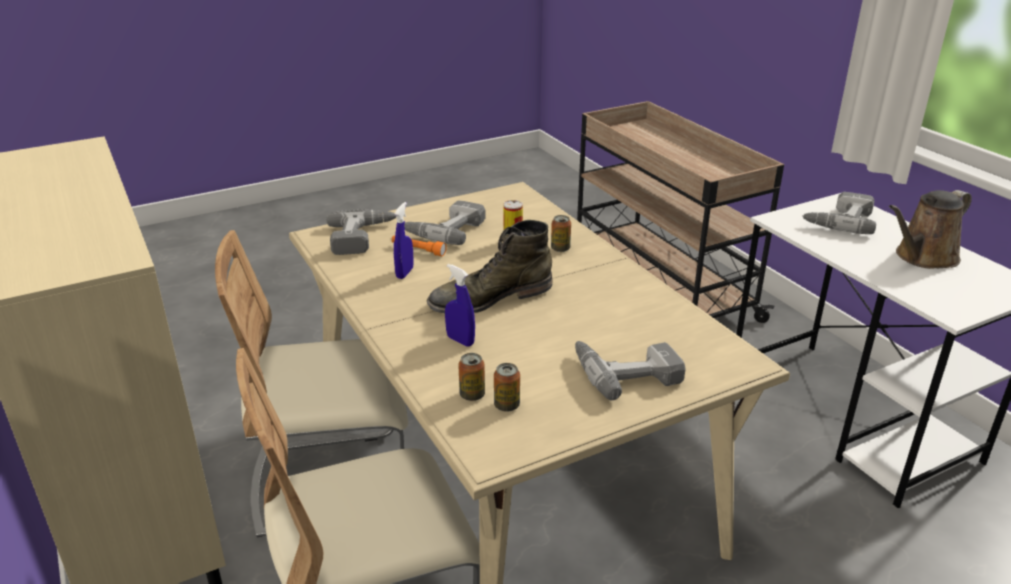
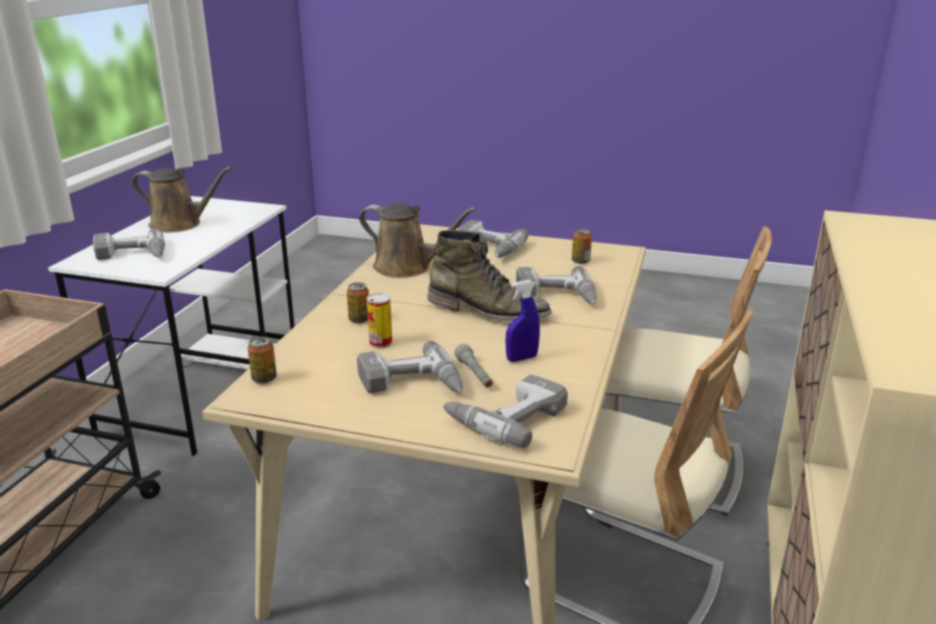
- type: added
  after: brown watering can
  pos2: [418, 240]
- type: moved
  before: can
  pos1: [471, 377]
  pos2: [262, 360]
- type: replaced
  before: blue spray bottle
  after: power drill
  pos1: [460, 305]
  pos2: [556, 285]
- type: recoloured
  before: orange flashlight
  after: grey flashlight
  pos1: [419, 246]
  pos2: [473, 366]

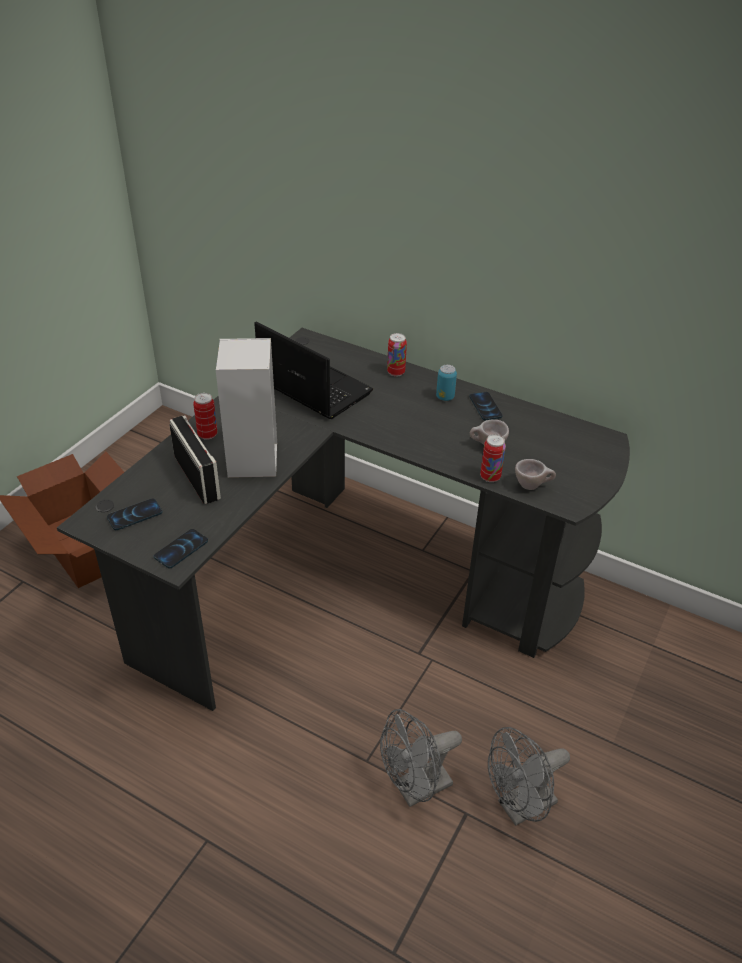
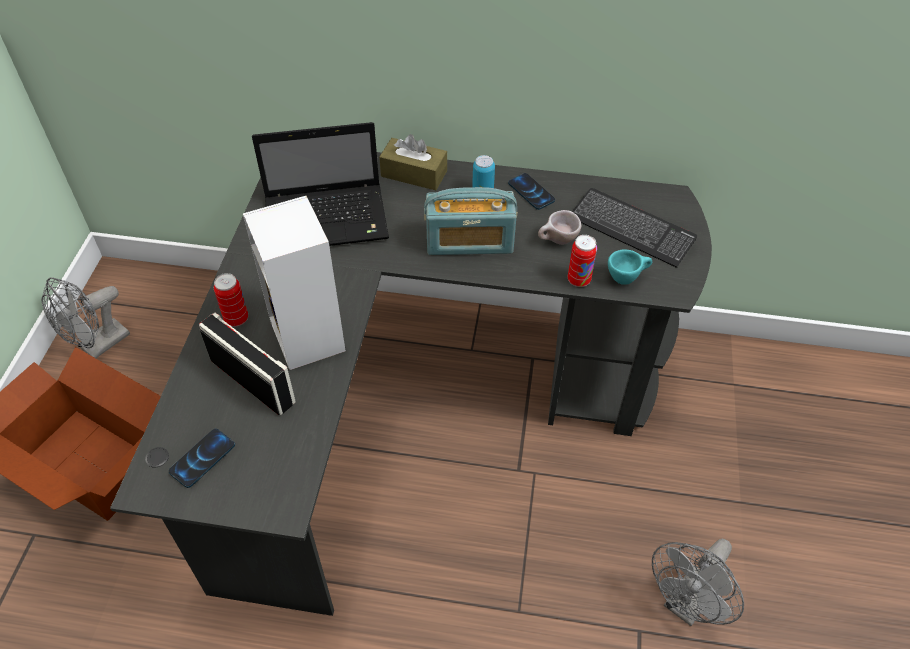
- type: removed
  before: phone
  pos1: [181, 549]
- type: added
  after: radio
  pos2: [470, 221]
- type: added
  after: keyboard
  pos2: [634, 228]
- type: moved
  before: grey fan
  pos1: [421, 758]
  pos2: [85, 317]
- type: replaced
  before: can
  after: brown tissue box
  pos1: [397, 355]
  pos2: [413, 162]
- type: recoloured
  before: beige cup
  after: turquoise cup
  pos1: [535, 474]
  pos2: [630, 267]
- type: turned
  before: laptop
  pos1: [313, 370]
  pos2: [320, 184]
  turn: 150

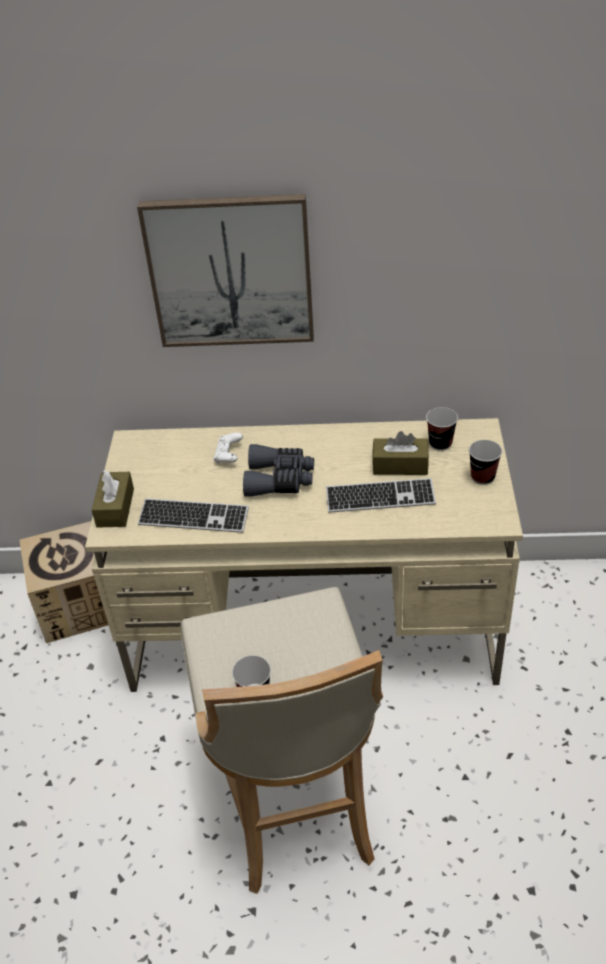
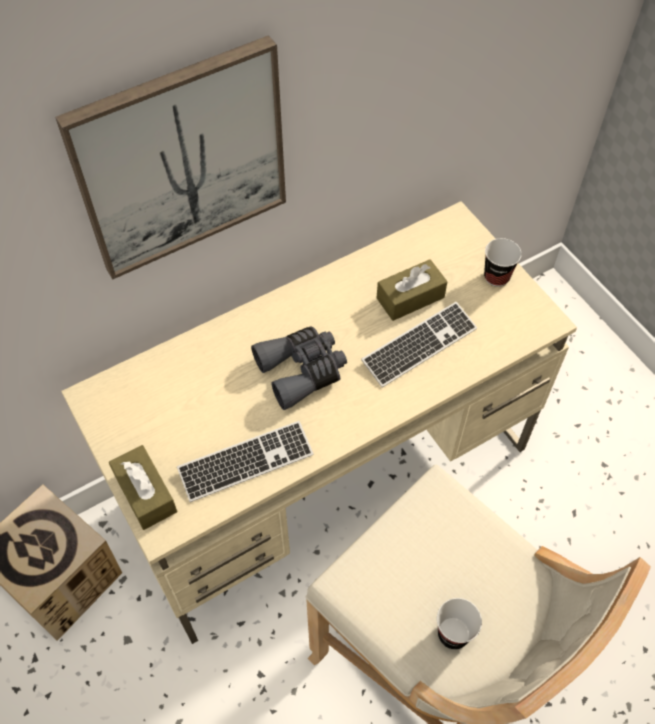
- type: removed
  before: white game controller
  pos1: [228, 448]
- type: removed
  before: cup
  pos1: [442, 429]

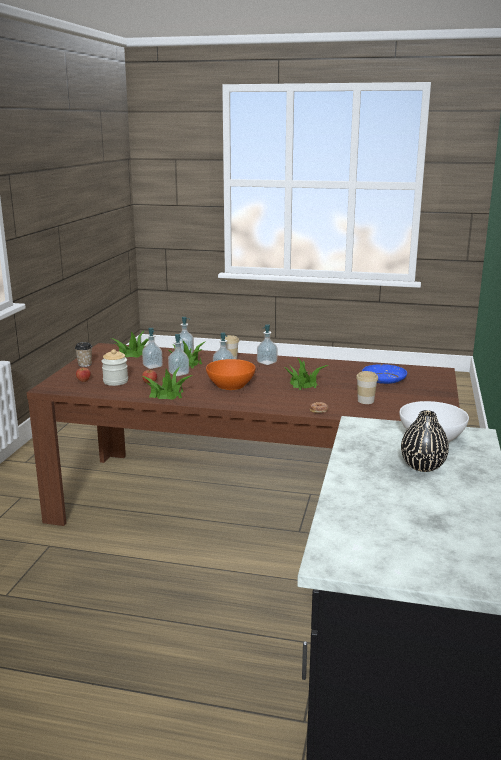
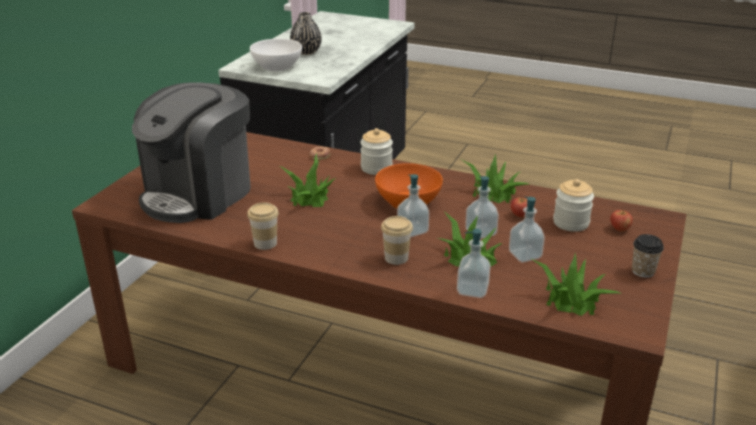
- type: removed
  before: soap dispenser
  pos1: [267, 344]
- type: added
  after: jar
  pos2: [376, 151]
- type: moved
  before: cup
  pos1: [367, 387]
  pos2: [263, 226]
- type: replaced
  before: blue plate
  after: coffee machine
  pos1: [384, 374]
  pos2: [191, 152]

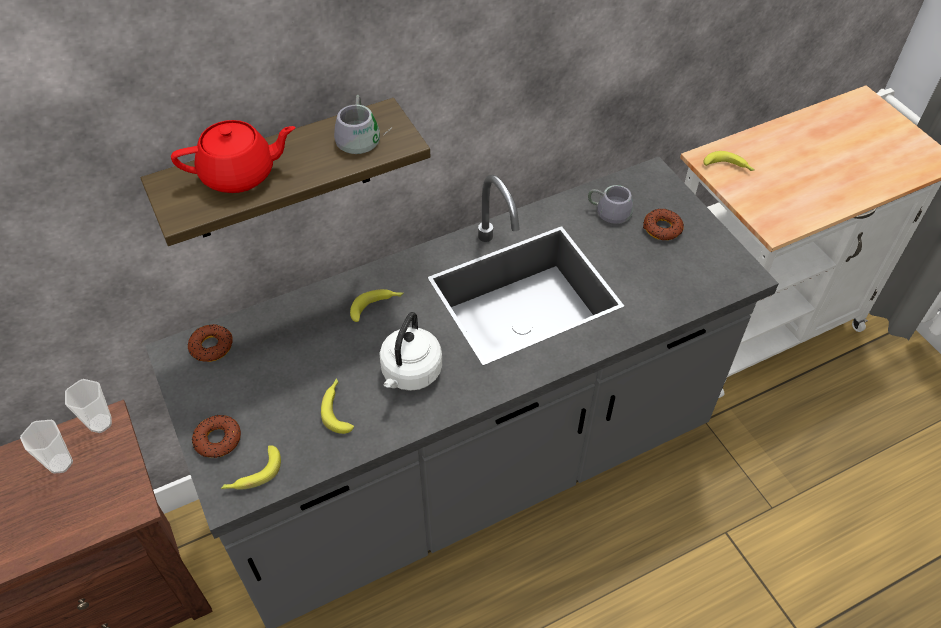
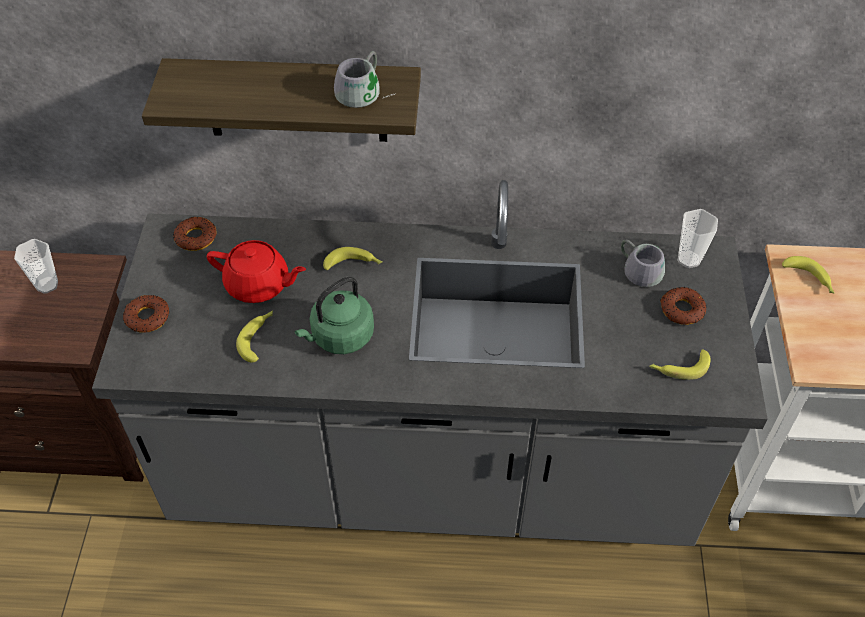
- type: moved
  before: cup
  pos1: [88, 406]
  pos2: [698, 238]
- type: moved
  before: red teapot
  pos1: [233, 156]
  pos2: [256, 271]
- type: moved
  before: banana
  pos1: [251, 467]
  pos2: [680, 364]
- type: recoloured
  before: white kettle
  after: green kettle
  pos1: [410, 351]
  pos2: [334, 315]

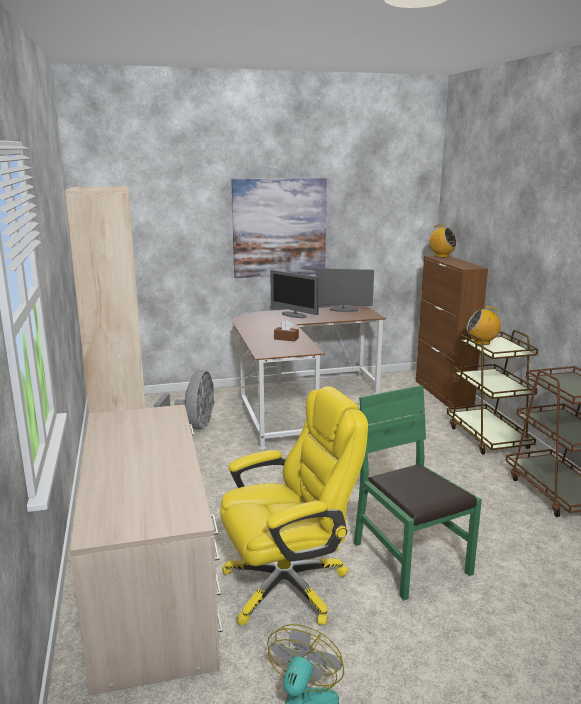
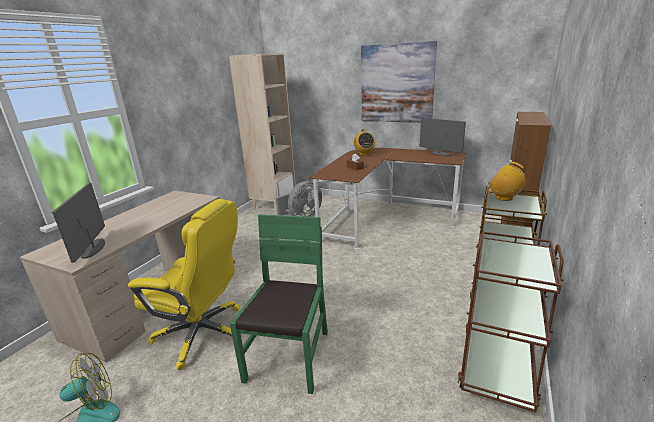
- type: moved
  before: monitor
  pos1: [294, 294]
  pos2: [78, 223]
- type: moved
  before: radio
  pos1: [442, 240]
  pos2: [364, 142]

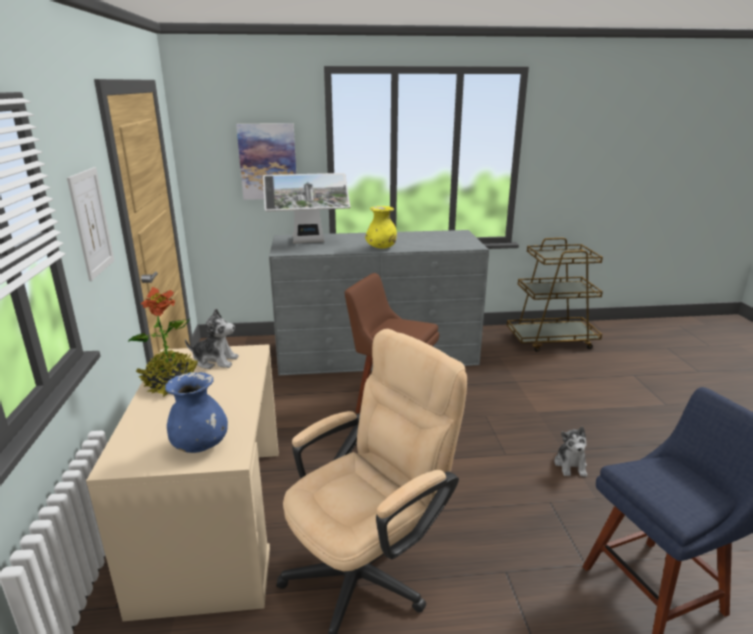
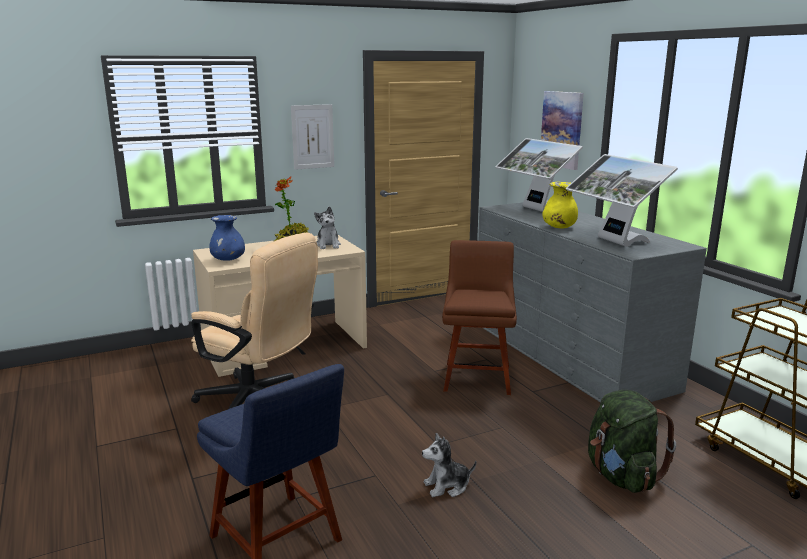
- type: added
  after: monitor
  pos2: [622, 200]
- type: added
  after: green backpack
  pos2: [632, 441]

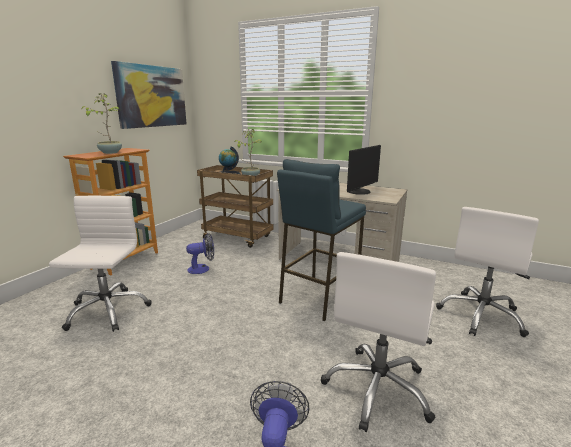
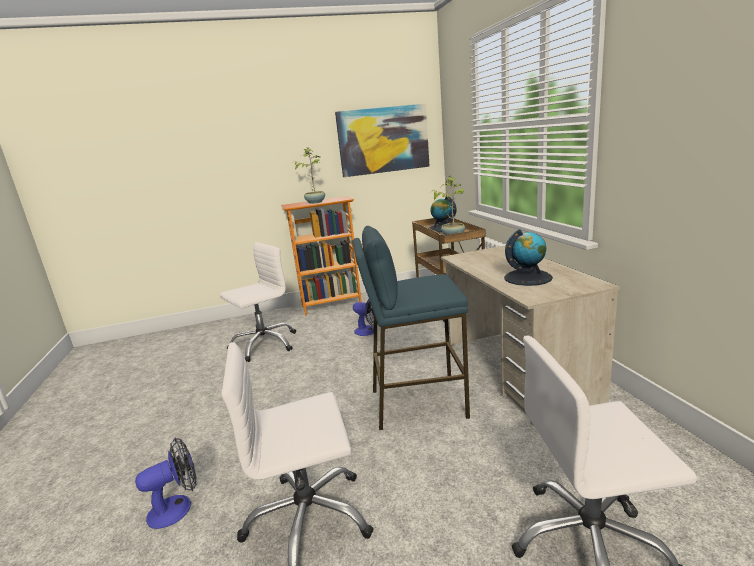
- type: replaced
  before: monitor
  after: globe
  pos1: [364, 170]
  pos2: [528, 257]

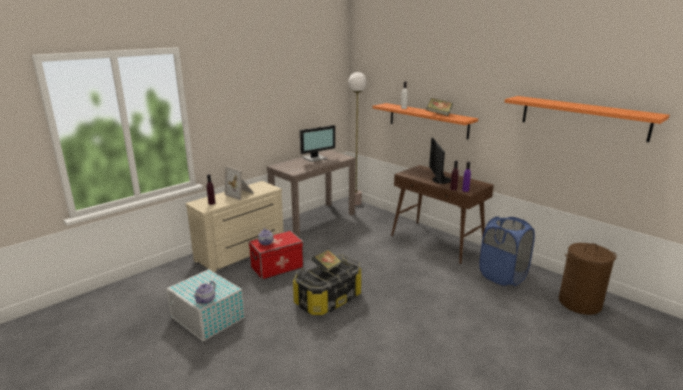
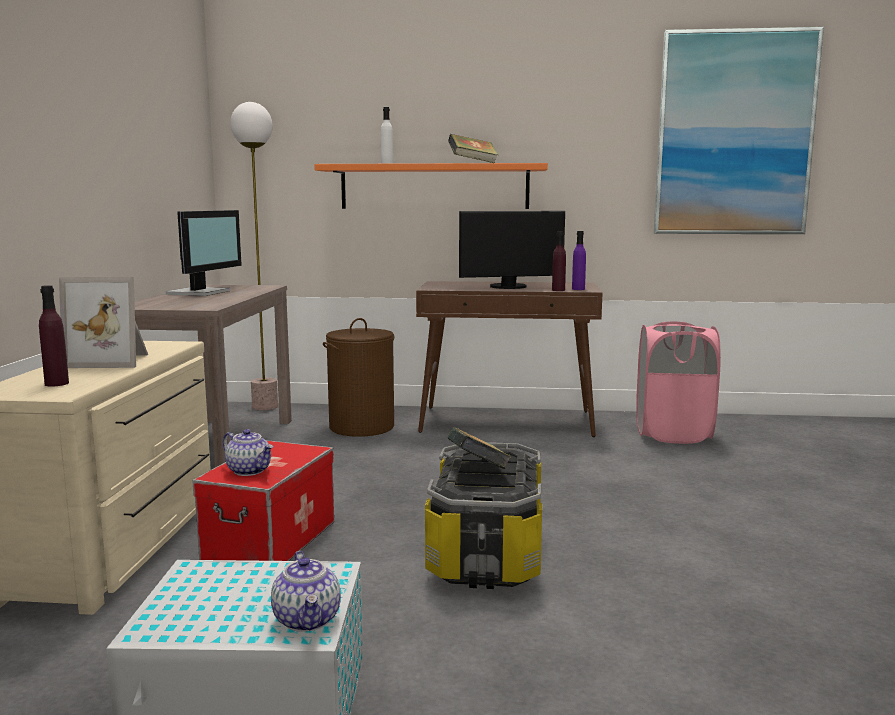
- type: moved
  before: brown laundry basket
  pos1: [588, 279]
  pos2: [358, 377]
- type: replaced
  before: orange shelf
  after: picture
  pos1: [587, 119]
  pos2: [739, 130]
- type: recoloured
  before: blue laundry basket
  after: pink laundry basket
  pos1: [507, 251]
  pos2: [678, 382]
- type: turned
  before: monitor
  pos1: [440, 160]
  pos2: [512, 250]
  turn: -60

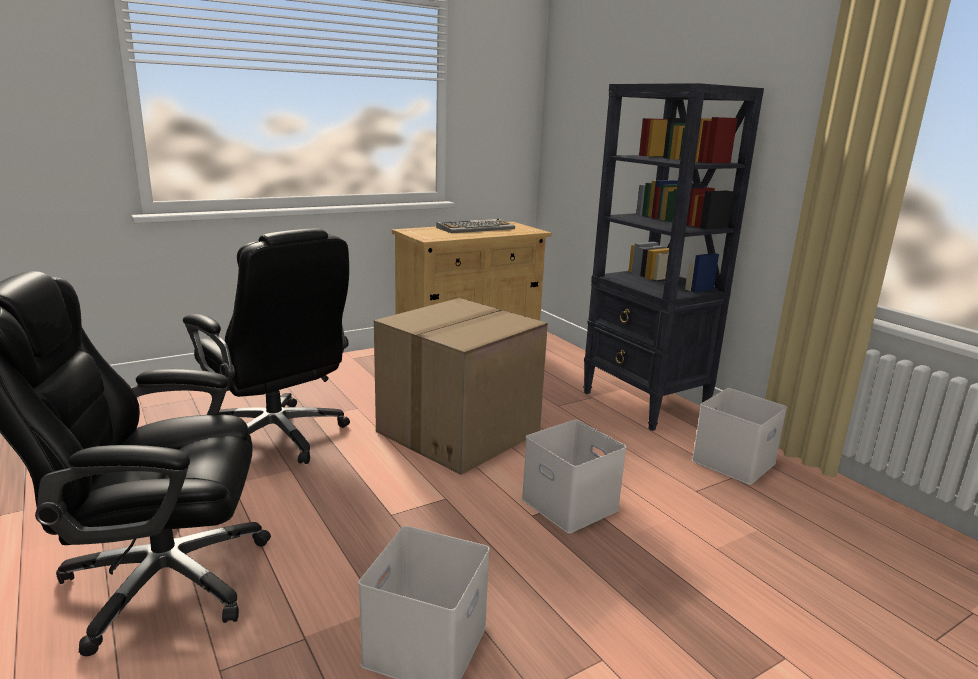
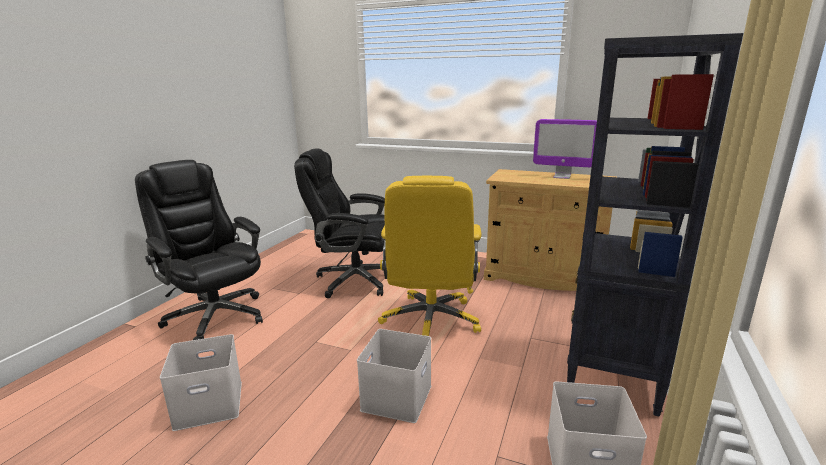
- type: replaced
  before: cardboard box
  after: yellow office chair
  pos1: [461, 386]
  pos2: [429, 256]
- type: replaced
  before: keyboard
  after: monitor
  pos1: [475, 226]
  pos2: [565, 149]
- type: turned
  before: black office chair
  pos1: [266, 346]
  pos2: [339, 223]
  turn: 90

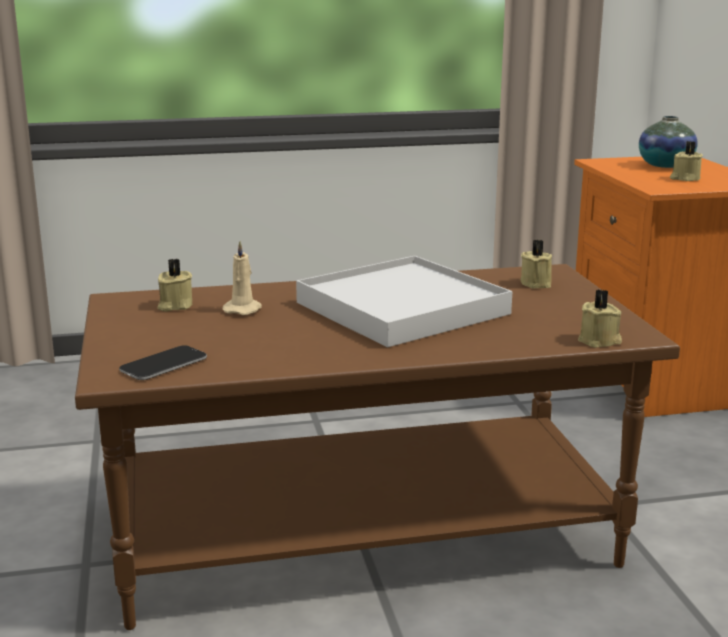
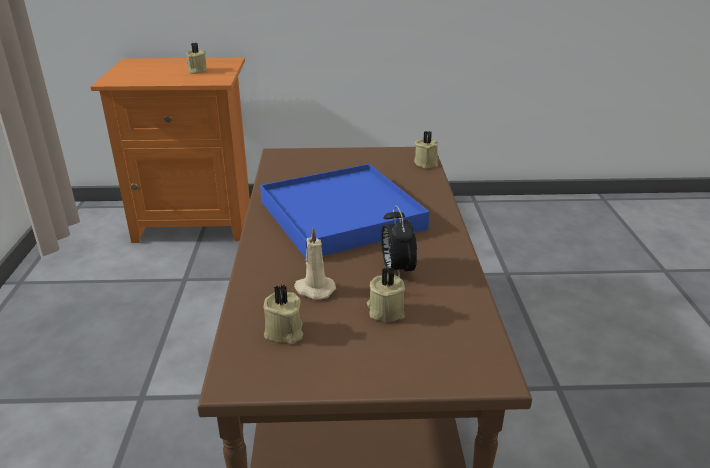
- type: removed
  before: phone
  pos1: [163, 362]
- type: removed
  before: vase
  pos1: [668, 142]
- type: added
  after: alarm clock
  pos2: [399, 241]
- type: moved
  before: beige candle
  pos1: [536, 264]
  pos2: [386, 294]
- type: recoloured
  before: white tray
  after: blue tray
  pos1: [404, 301]
  pos2: [345, 211]

